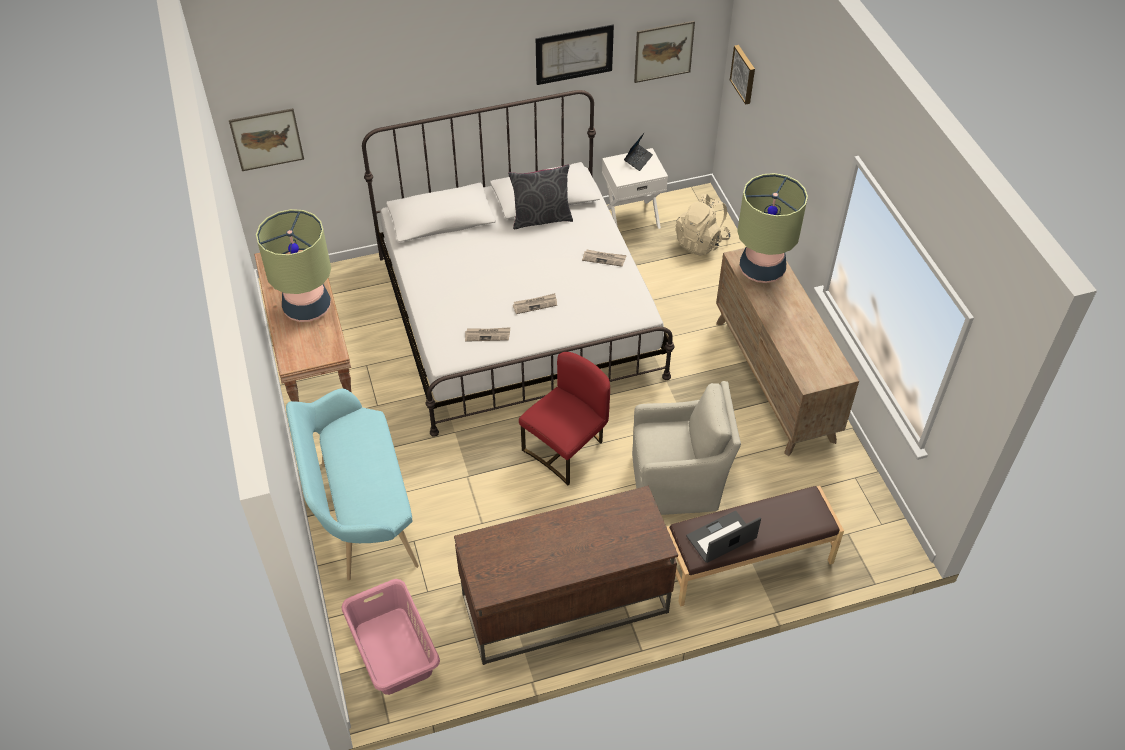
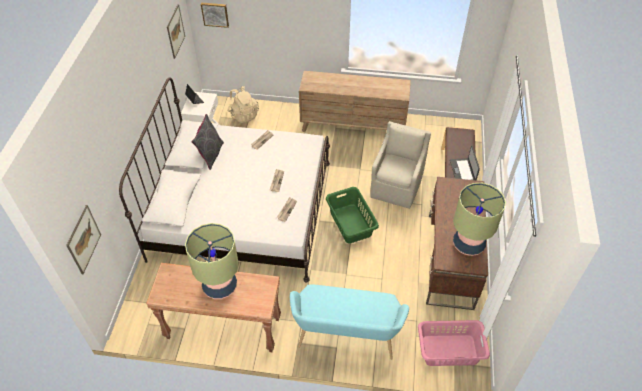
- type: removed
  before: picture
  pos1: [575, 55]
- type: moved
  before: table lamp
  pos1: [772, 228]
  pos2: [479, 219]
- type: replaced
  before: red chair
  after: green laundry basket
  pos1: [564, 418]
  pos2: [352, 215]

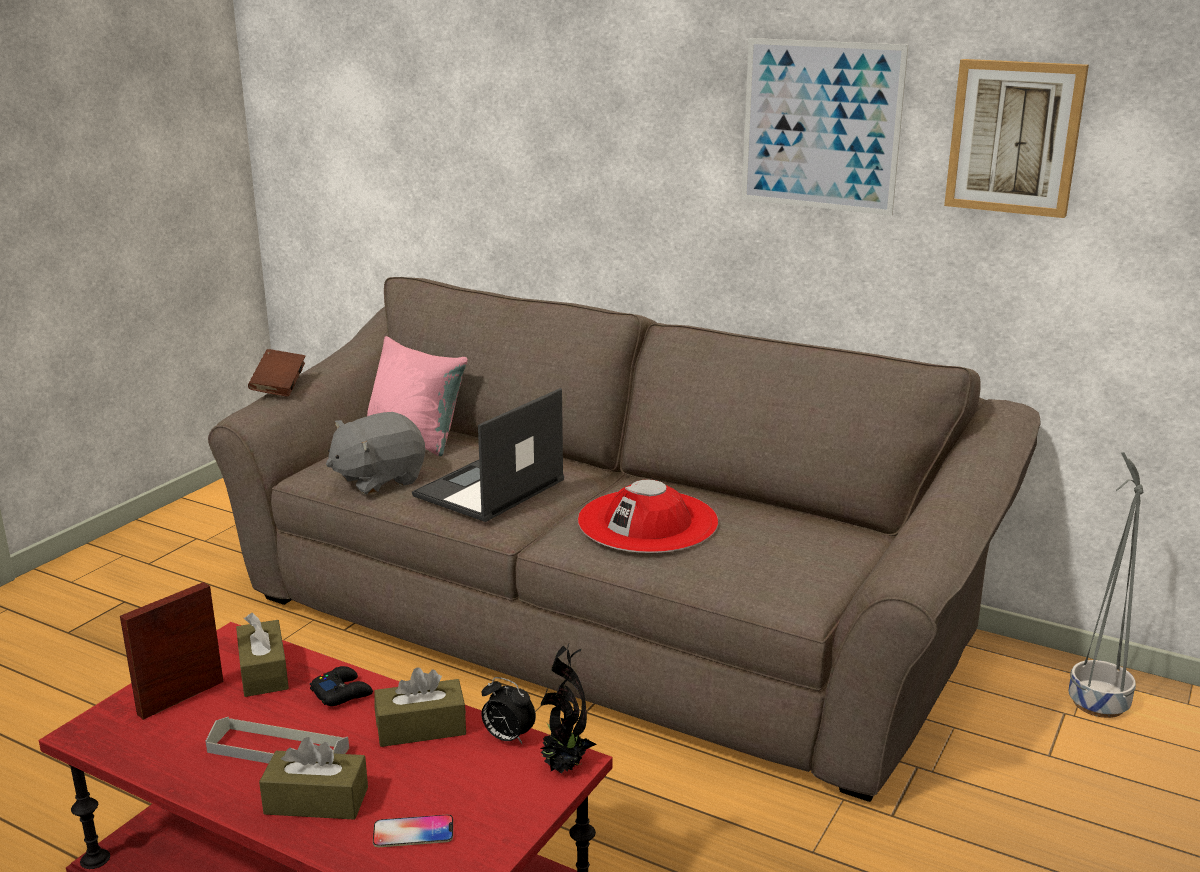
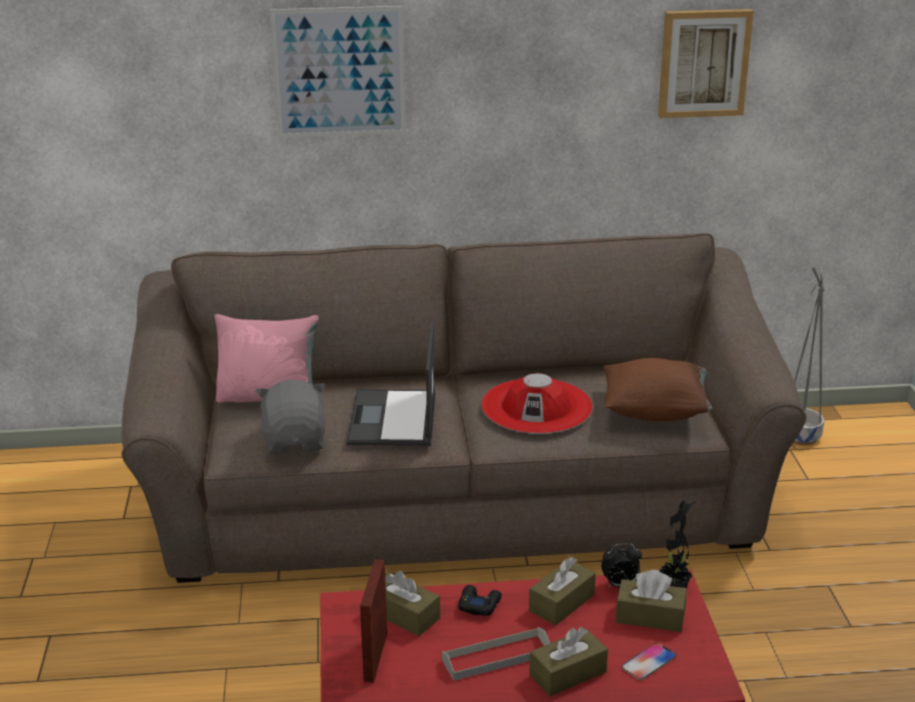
- type: removed
  before: brown book
  pos1: [276, 372]
- type: added
  after: brown pillow
  pos2: [658, 389]
- type: added
  after: brown tissue box
  pos2: [651, 601]
- type: moved
  before: picture
  pos1: [825, 127]
  pos2: [338, 72]
- type: turned
  before: grey plush toy
  pos1: [375, 453]
  pos2: [291, 417]
  turn: 150

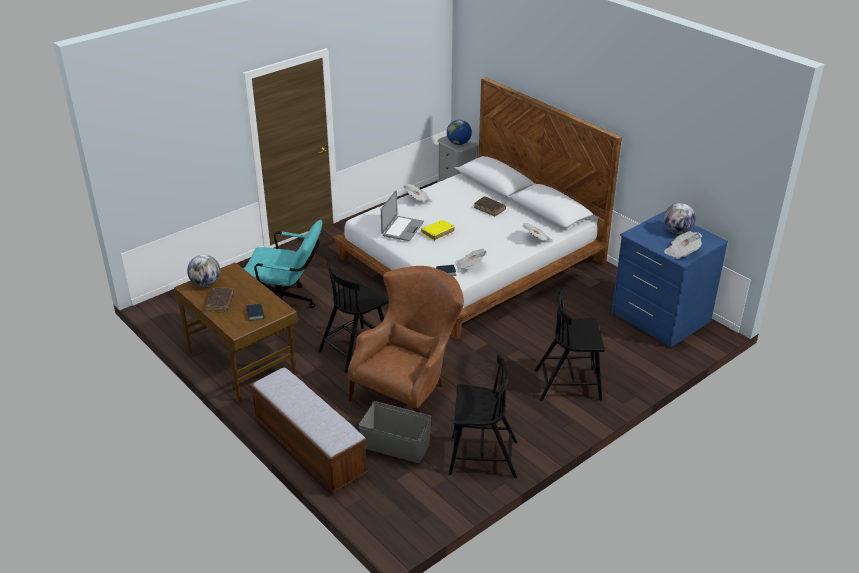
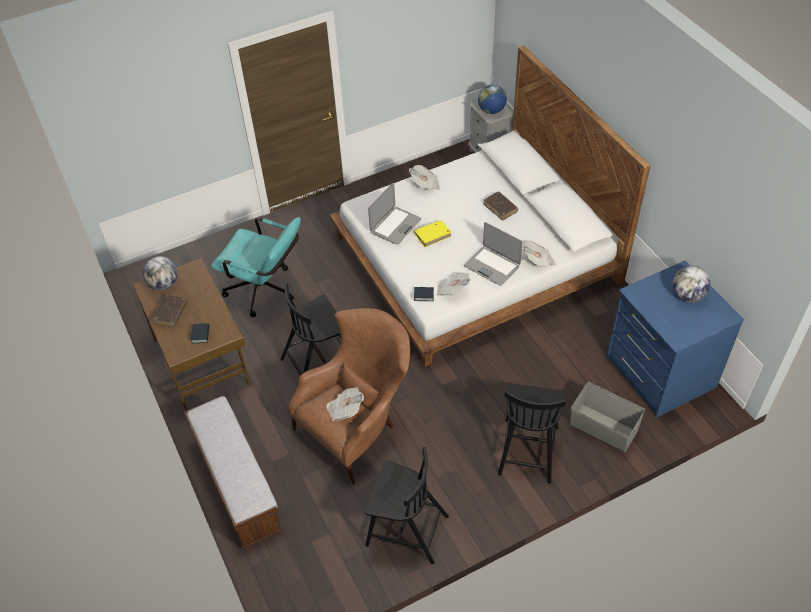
- type: added
  after: laptop
  pos2: [493, 254]
- type: moved
  before: grey storage box
  pos1: [395, 432]
  pos2: [607, 417]
- type: moved
  before: newspaper
  pos1: [683, 245]
  pos2: [345, 404]
- type: turned
  before: black chair
  pos1: [570, 344]
  pos2: [532, 433]
  turn: -90

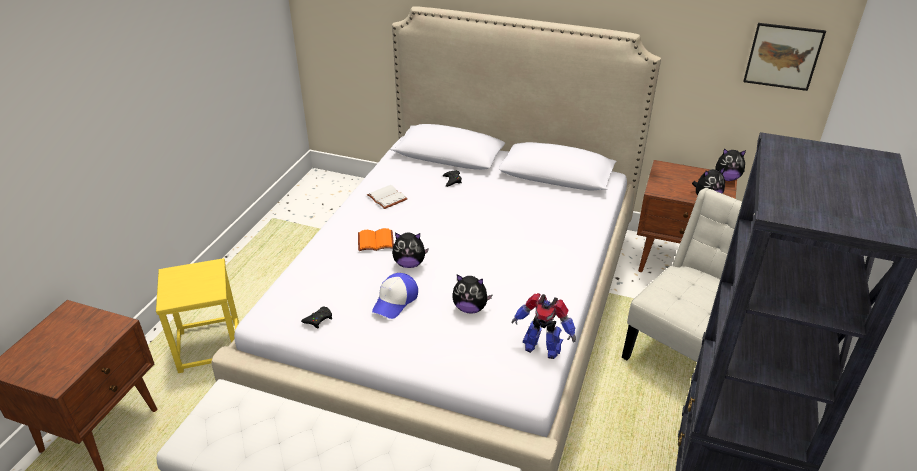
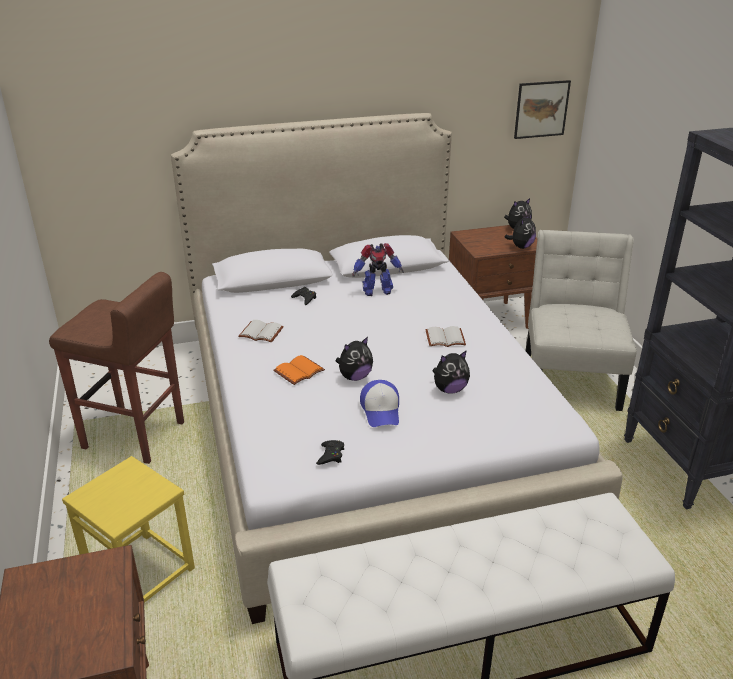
- type: added
  after: brown stool
  pos2: [116, 368]
- type: added
  after: white book
  pos2: [445, 336]
- type: moved
  before: toy robot
  pos1: [544, 326]
  pos2: [378, 269]

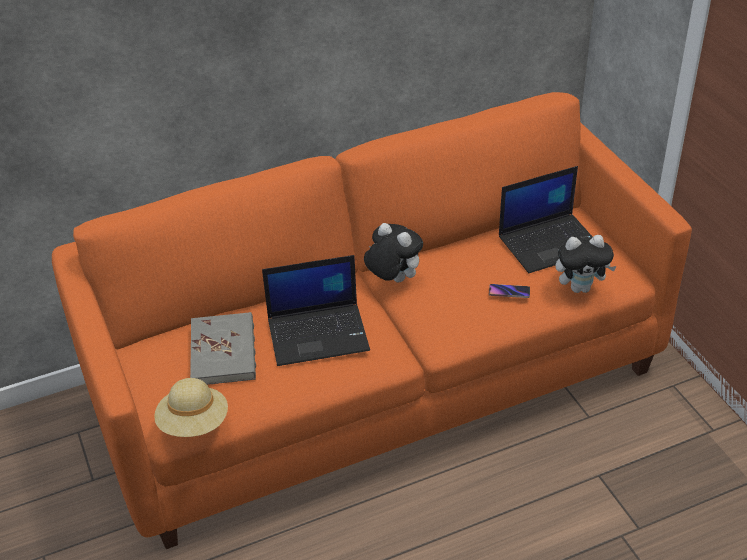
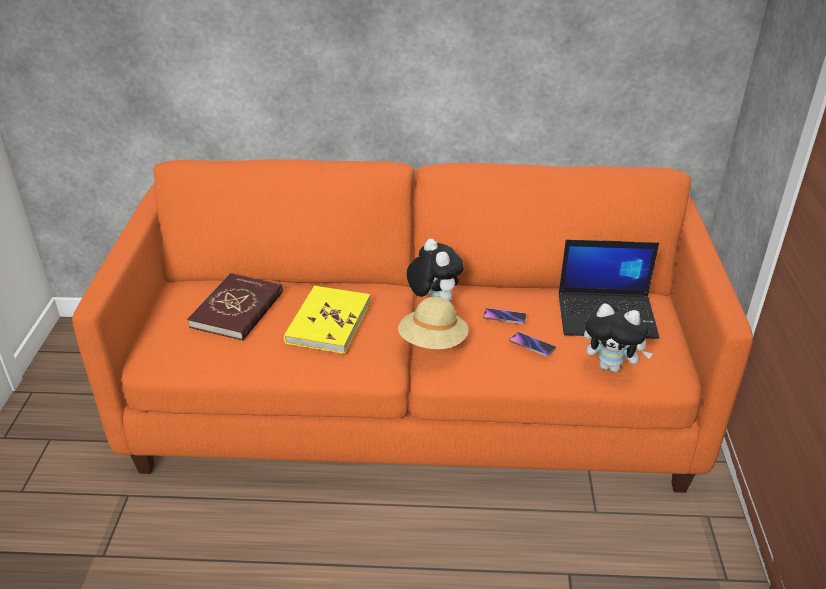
- type: added
  after: phone
  pos2: [505, 316]
- type: moved
  before: beige hat
  pos1: [191, 407]
  pos2: [433, 323]
- type: replaced
  before: laptop
  after: yellow book
  pos1: [316, 310]
  pos2: [327, 319]
- type: recoloured
  before: grey book
  after: red book
  pos1: [223, 348]
  pos2: [235, 307]

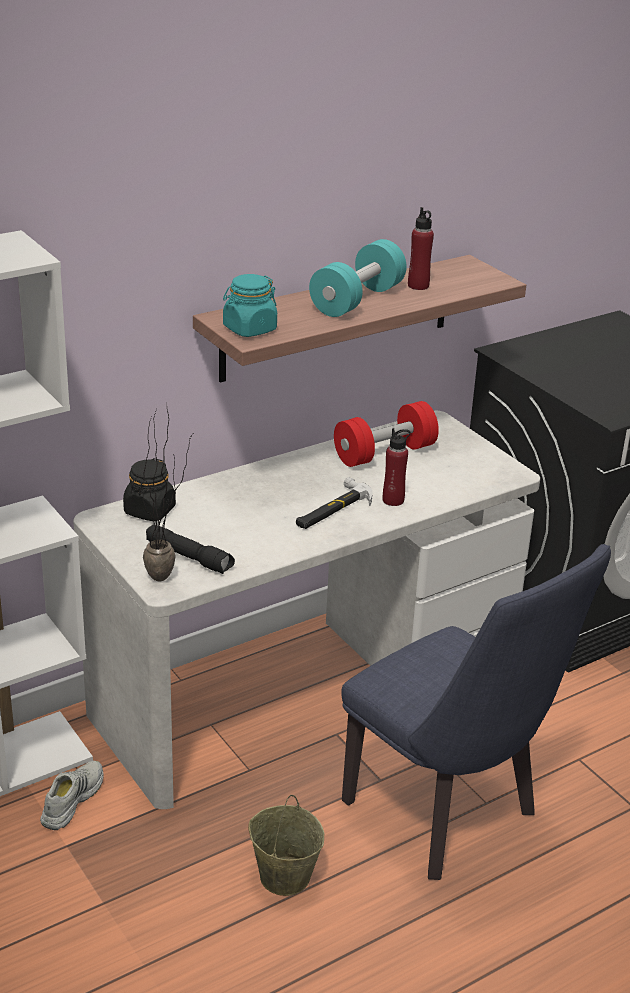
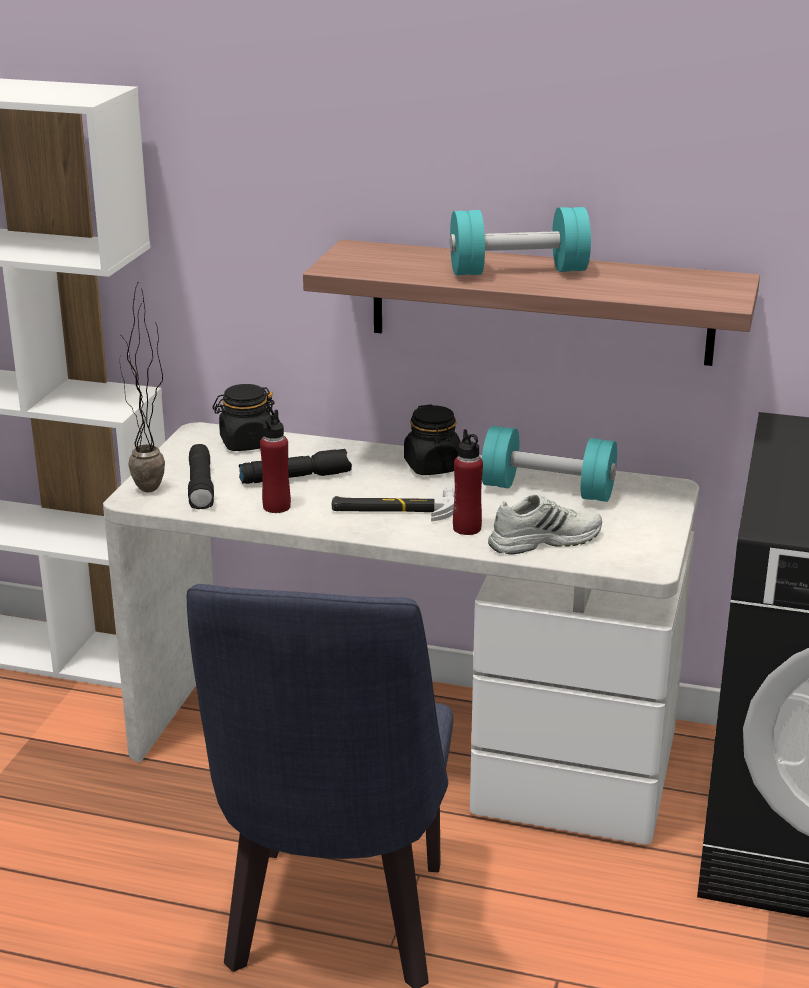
- type: removed
  before: turquoise jar
  pos1: [250, 305]
- type: removed
  before: beige bucket
  pos1: [286, 845]
- type: added
  after: black flashlight
  pos2: [295, 466]
- type: added
  after: black jar
  pos2: [432, 439]
- type: moved
  before: white shoe
  pos1: [72, 795]
  pos2: [545, 524]
- type: moved
  before: red bottle
  pos1: [421, 248]
  pos2: [275, 461]
- type: recoloured
  before: red dumbbell
  after: turquoise dumbbell
  pos1: [386, 434]
  pos2: [549, 464]

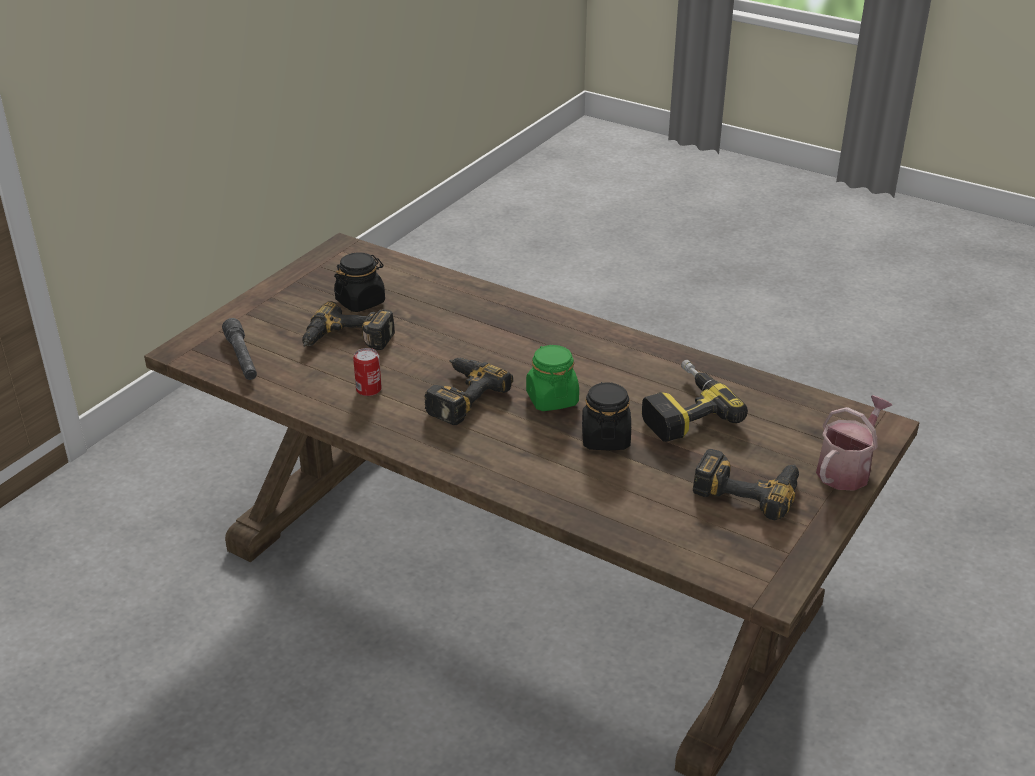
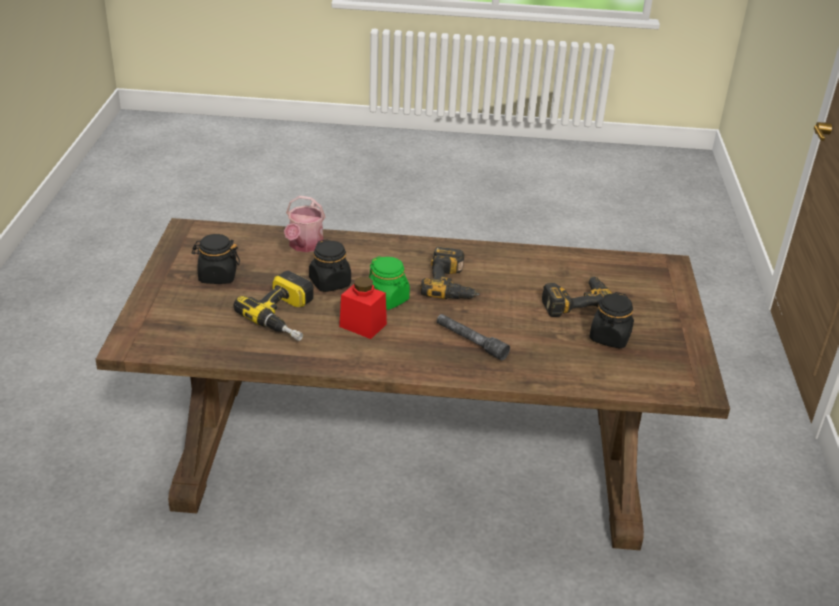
- type: removed
  before: can
  pos1: [367, 372]
- type: added
  after: red jar
  pos2: [363, 308]
- type: moved
  before: grey flashlight
  pos1: [239, 349]
  pos2: [473, 337]
- type: moved
  before: watering can
  pos1: [854, 443]
  pos2: [304, 224]
- type: replaced
  before: power drill
  after: black jar
  pos1: [746, 484]
  pos2: [215, 259]

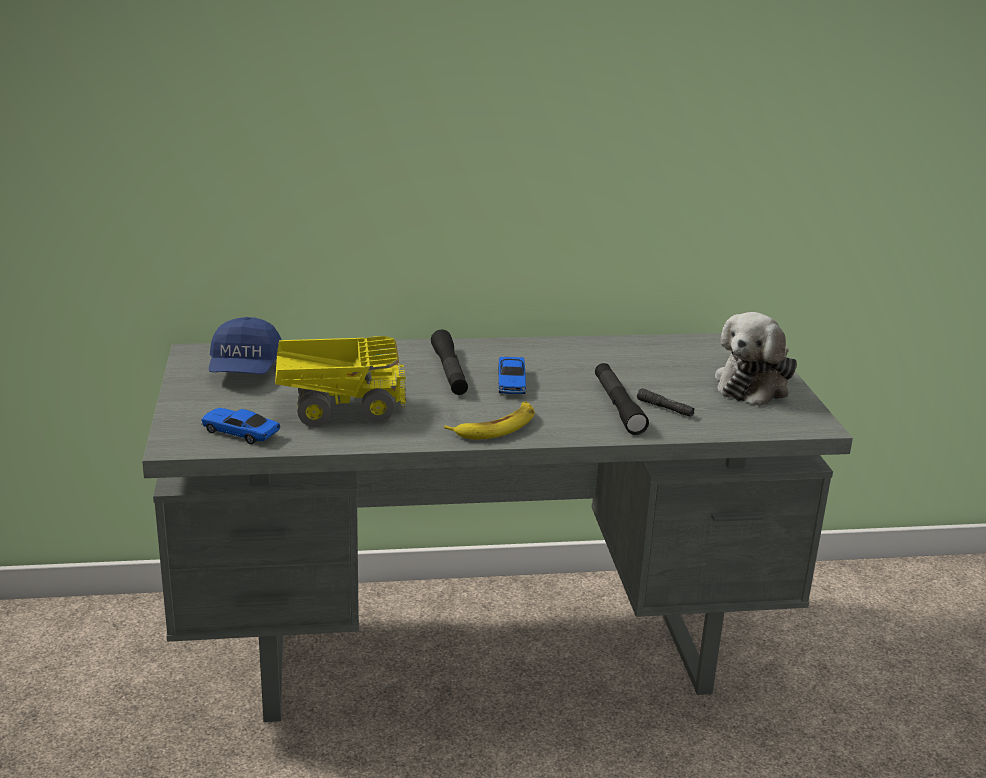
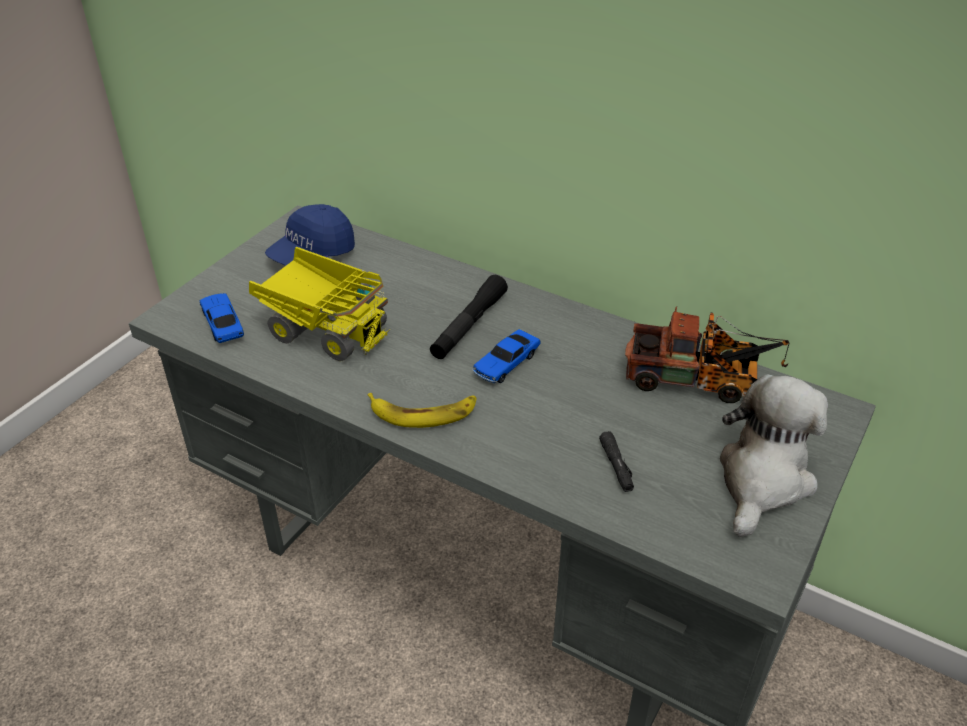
- type: removed
  before: black flashlight
  pos1: [622, 399]
- type: added
  after: toy truck
  pos2: [707, 354]
- type: turned
  before: plush toy
  pos1: [756, 359]
  pos2: [774, 455]
  turn: 135

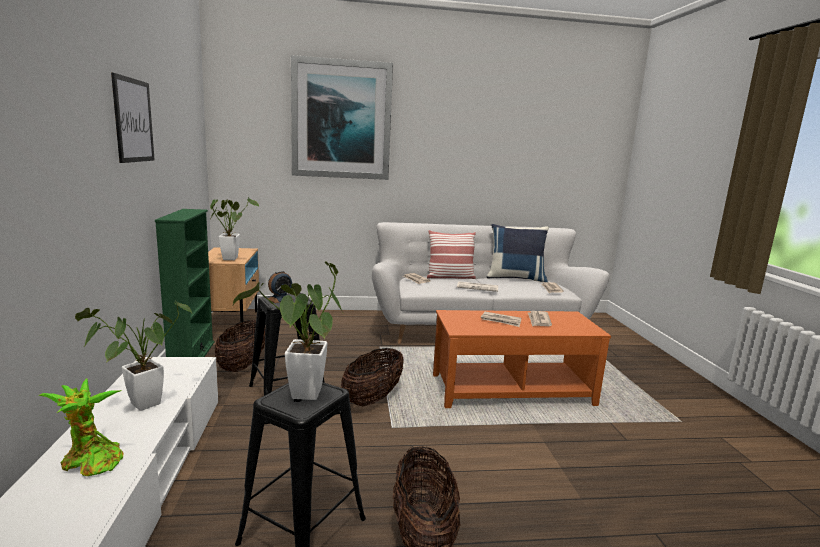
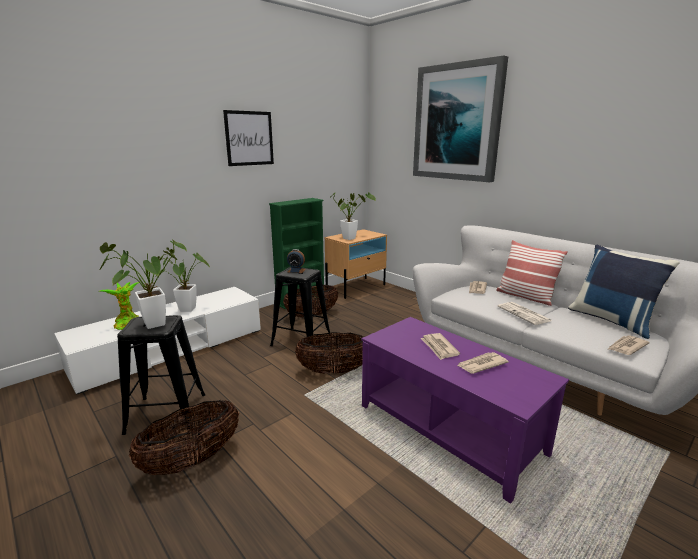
- type: recoloured
  before: orange coffee table
  after: purple coffee table
  pos1: [522, 359]
  pos2: [465, 410]

